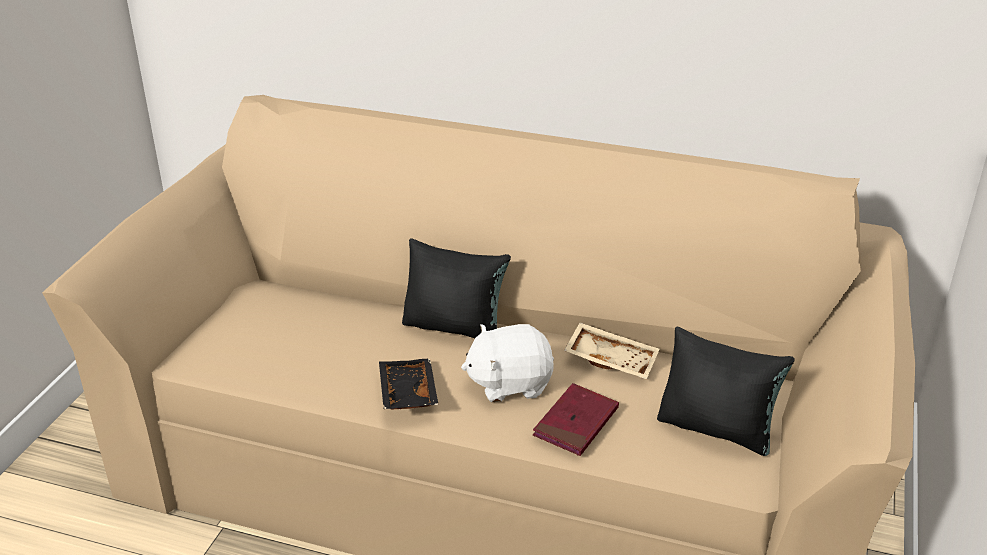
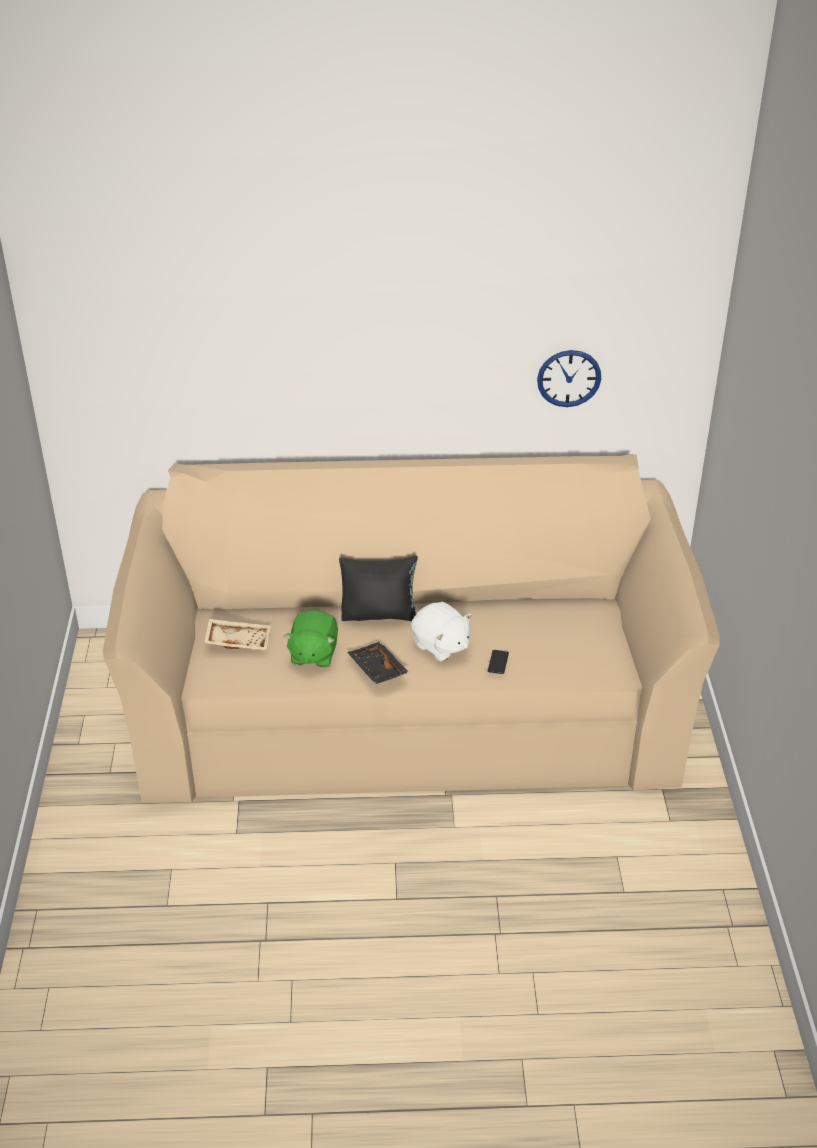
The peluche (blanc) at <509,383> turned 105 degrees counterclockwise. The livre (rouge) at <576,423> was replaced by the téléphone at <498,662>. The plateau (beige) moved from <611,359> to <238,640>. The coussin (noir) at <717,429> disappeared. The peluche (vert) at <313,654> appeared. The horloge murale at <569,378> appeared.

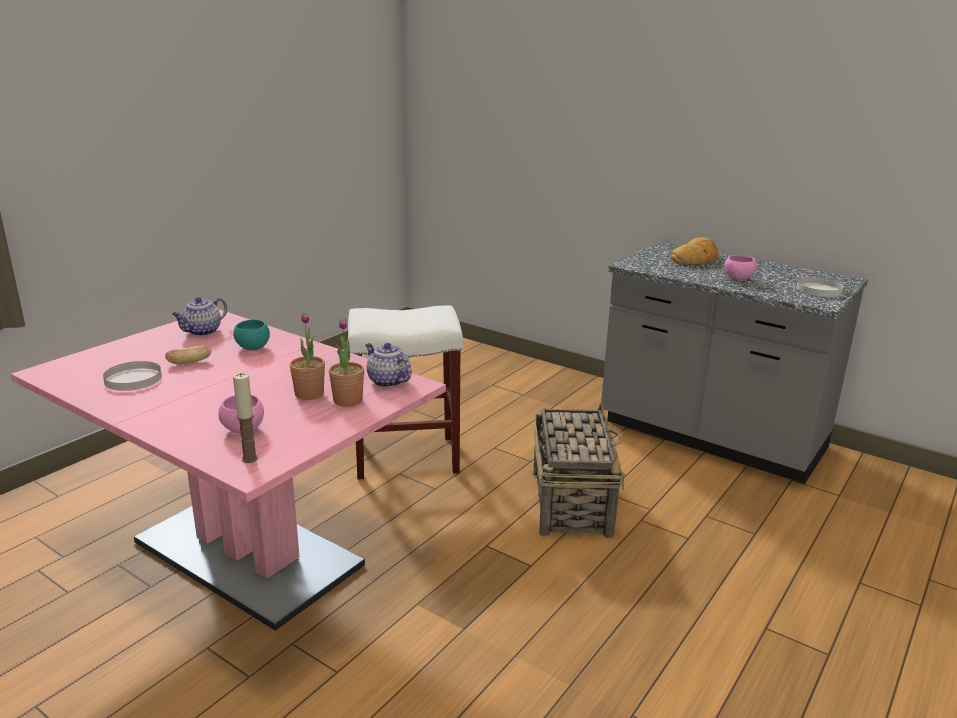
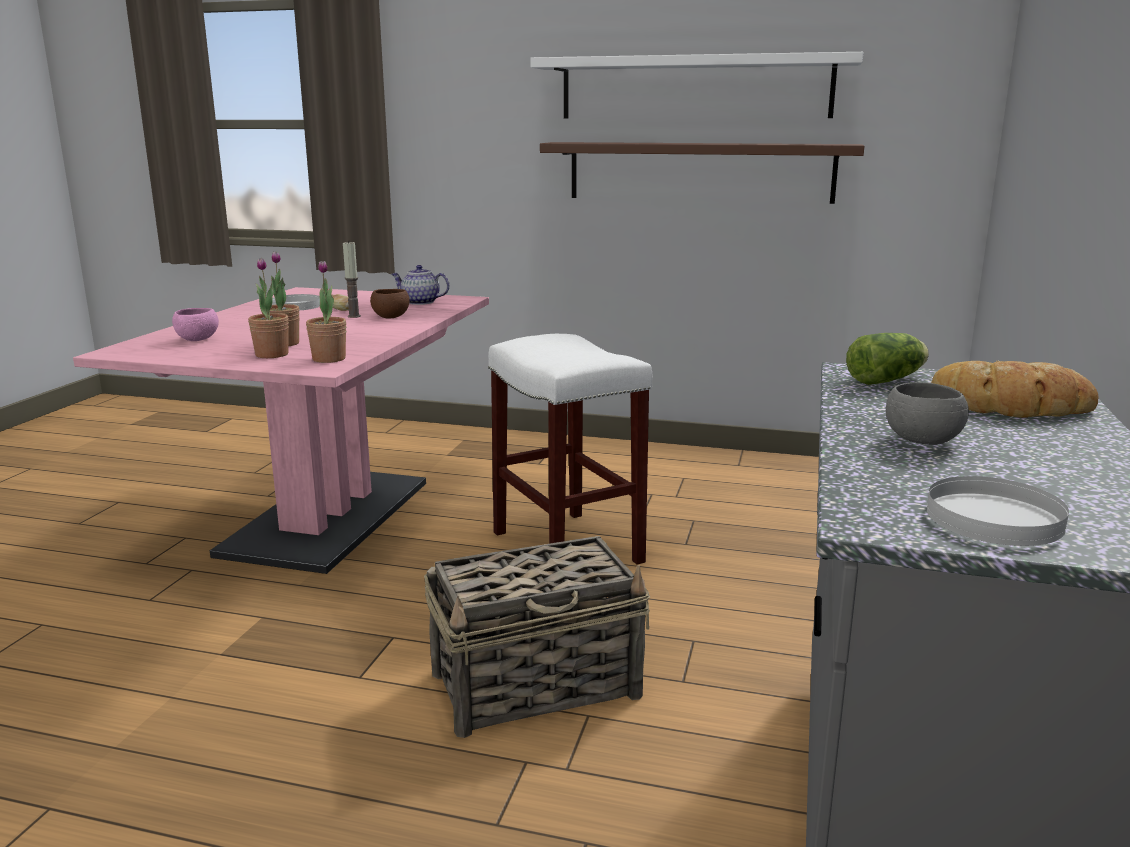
The bol (turquoise) at <253,347> became the bol (marron) at <391,317>. The bougie moved from <249,458> to <354,316>. The théière at <387,381> was replaced by the plante en pot at <329,359>. The bol (rose) at <738,279> became the bol (gris) at <922,441>. The étagère (blanc) at <694,88> appeared. The étagère (marron) at <699,172> appeared. The laitue at <888,380> appeared.

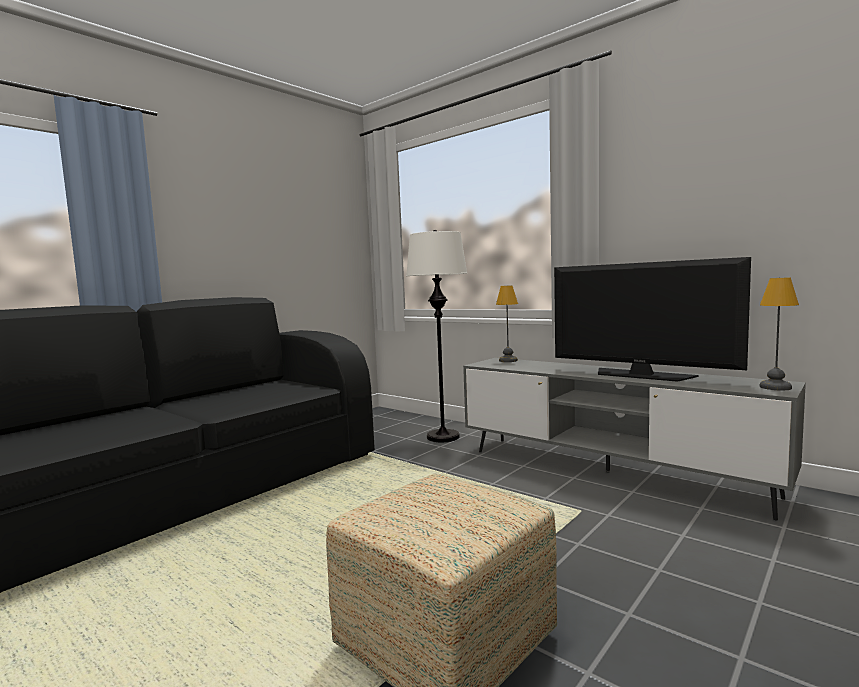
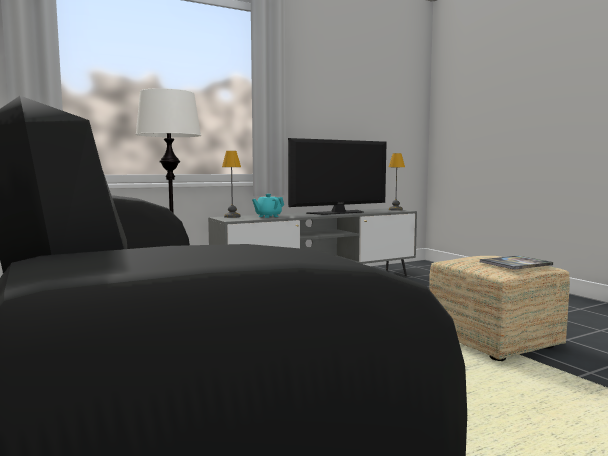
The théière (turquoise) at <268,216> appeared. The livre at <515,264> appeared.

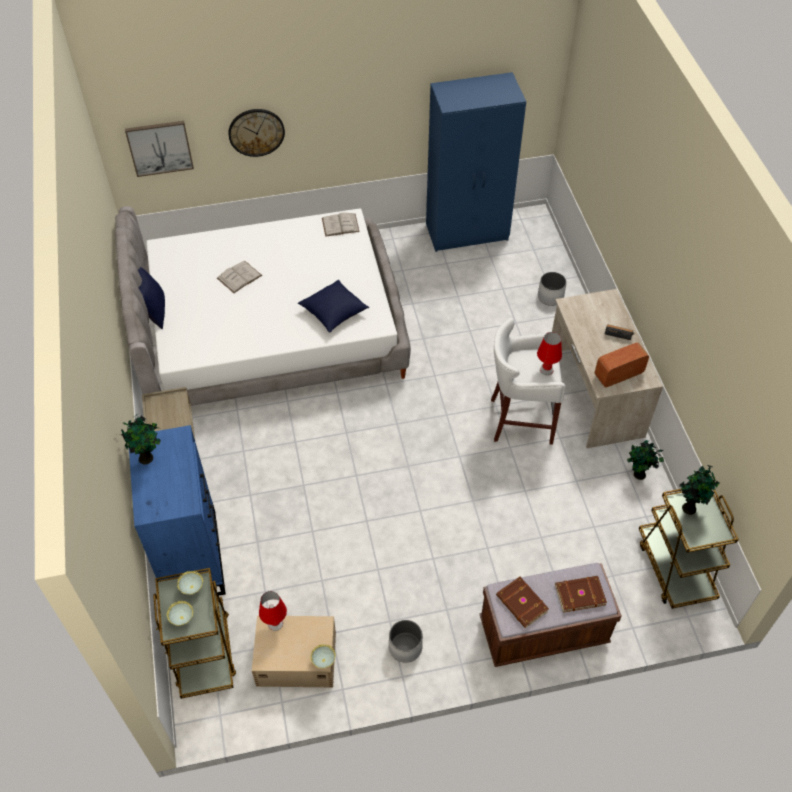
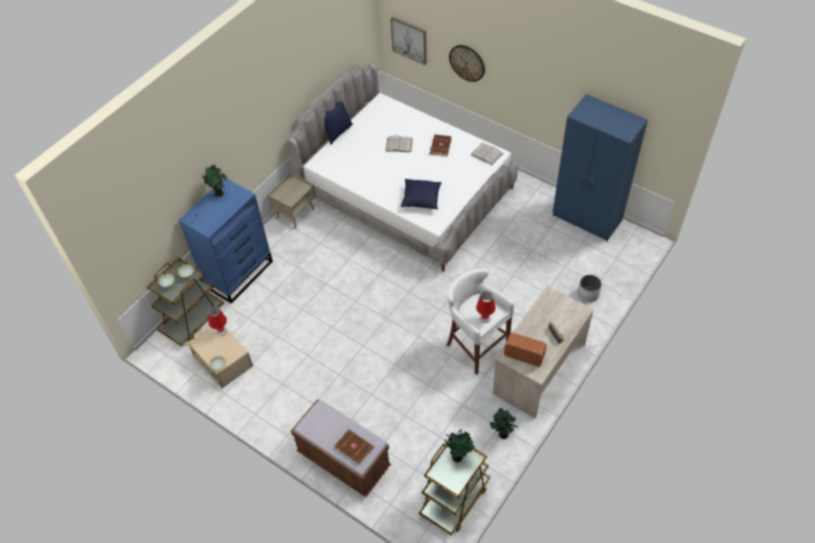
The cache-pot (blanc) at <405,647> disappeared. The livre (marron) moved from <521,604> to <440,146>.

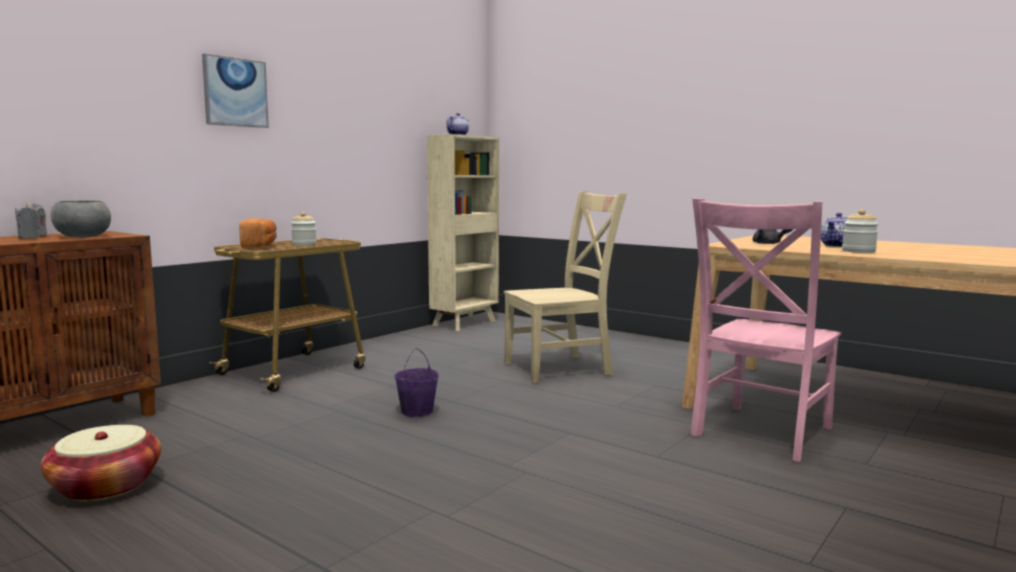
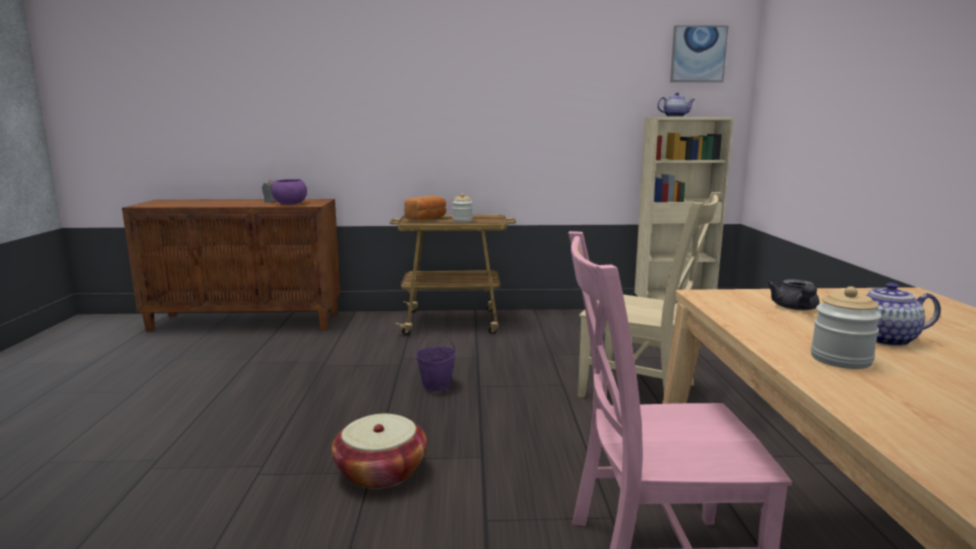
The panier moved from <106,486> to <381,471>. The bol (gris) at <82,237> became the bol (violet) at <290,204>. The tableau moved from <235,92> to <698,54>.

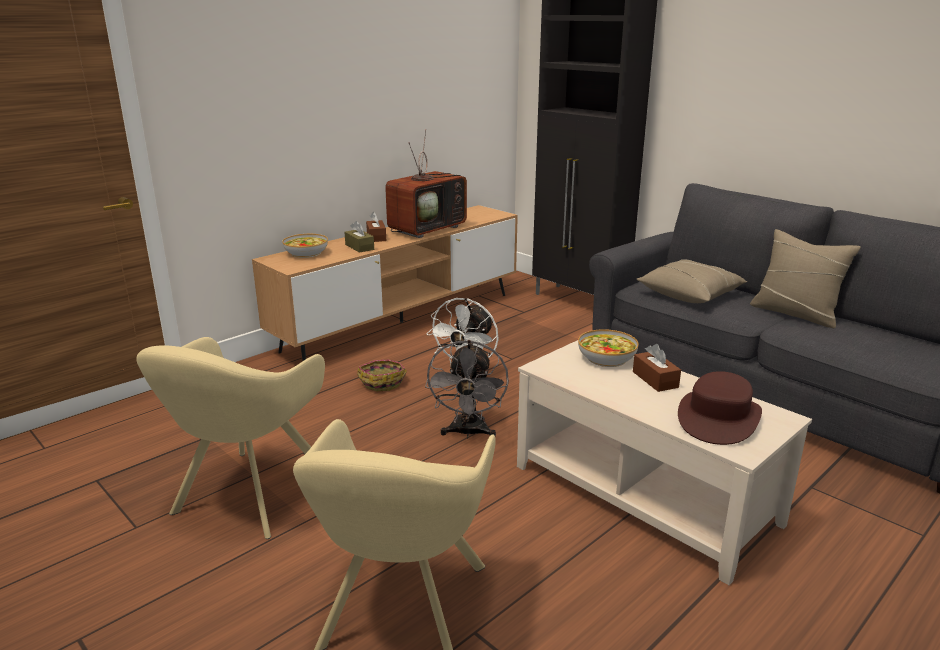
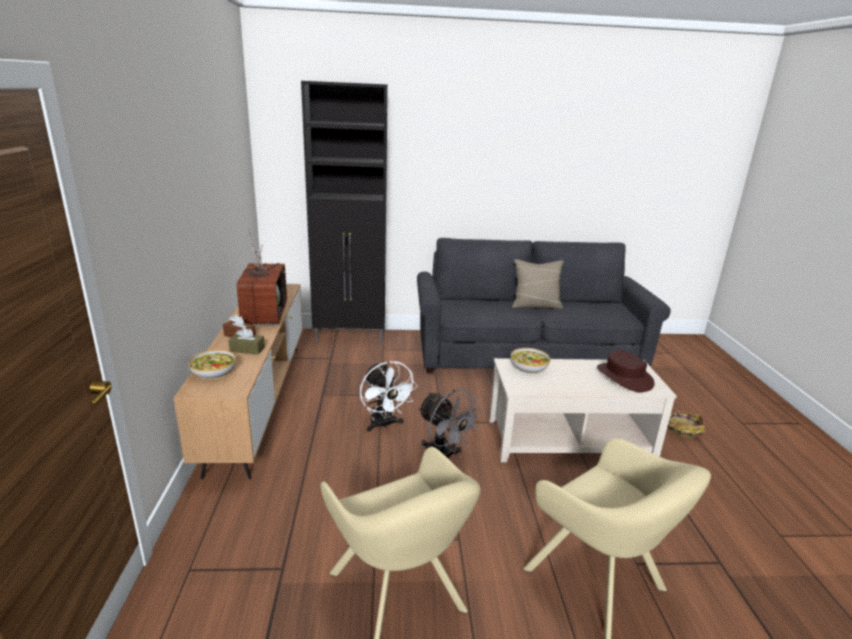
The panier moved from <382,382> to <682,429>. The boîte à mouchoirs (marron) at <655,379> disappeared. The coussin (beige) at <690,294> disappeared.

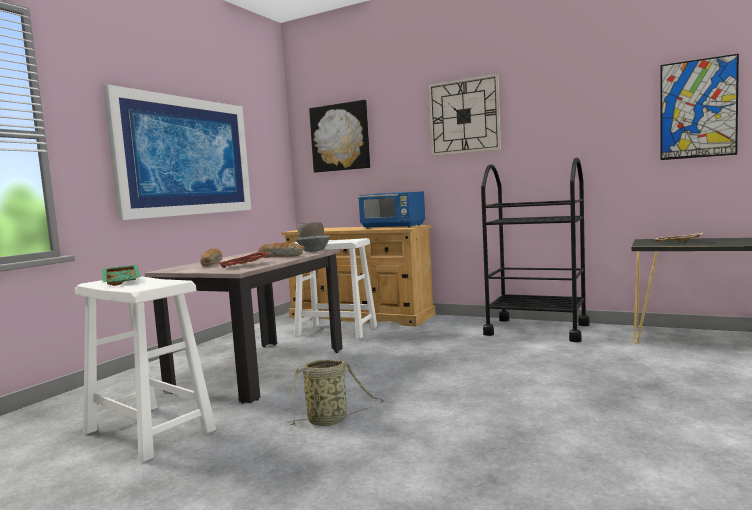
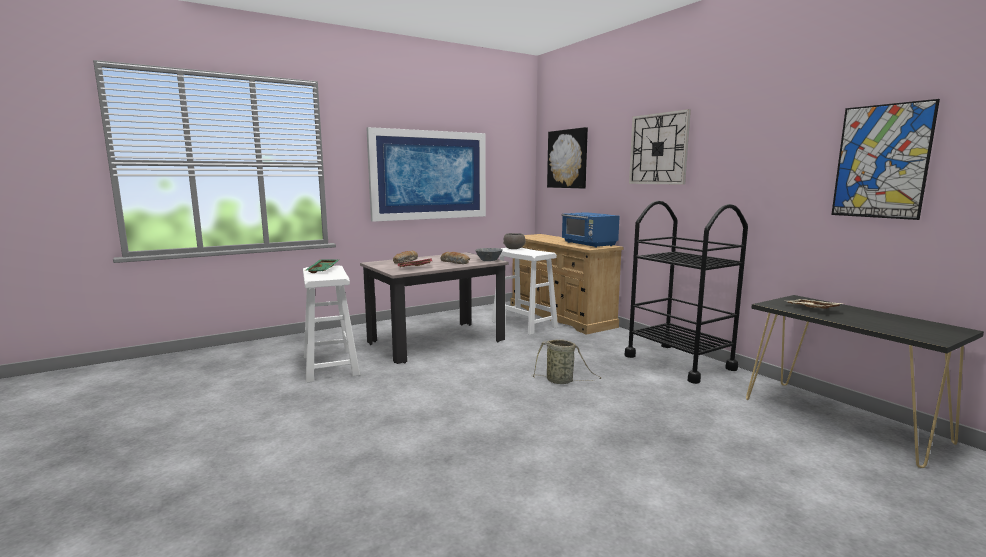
The panier moved from <330,420> to <561,381>.

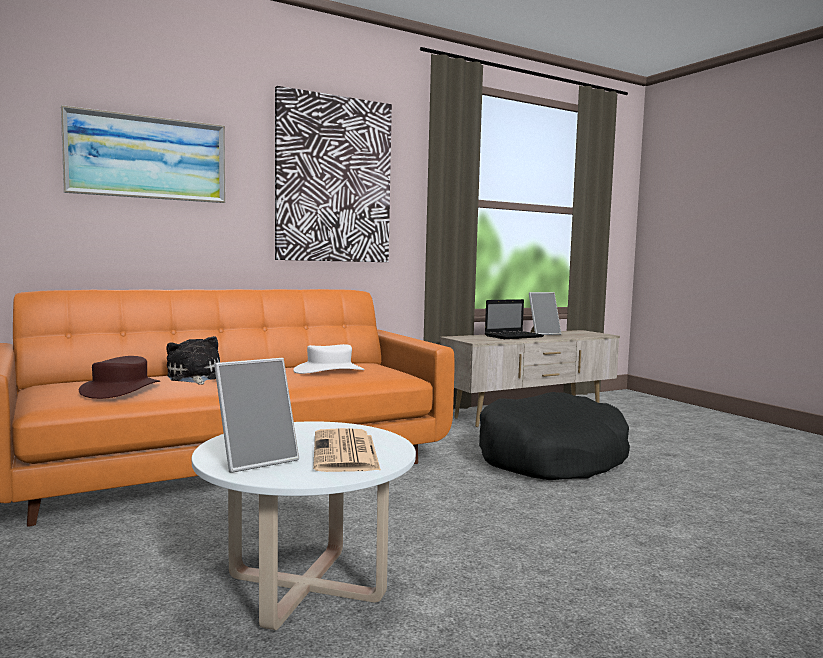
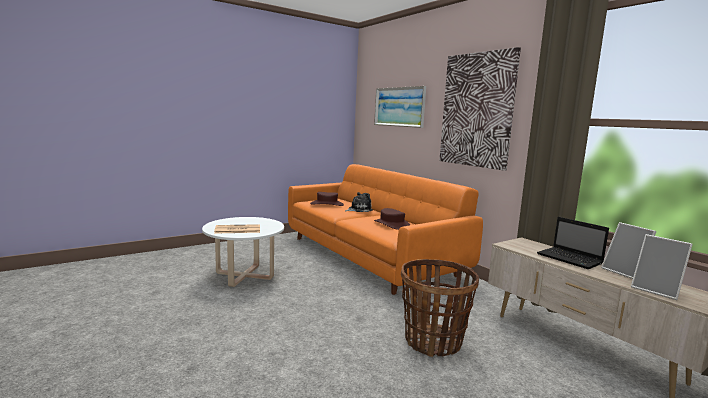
The cadre photo moved from <256,460> to <656,290>. The chapeau (blanc) at <329,370> became the chapeau (marron) at <392,224>. The panier pour chien (noir) at <550,458> was replaced by the panier at <433,341>.

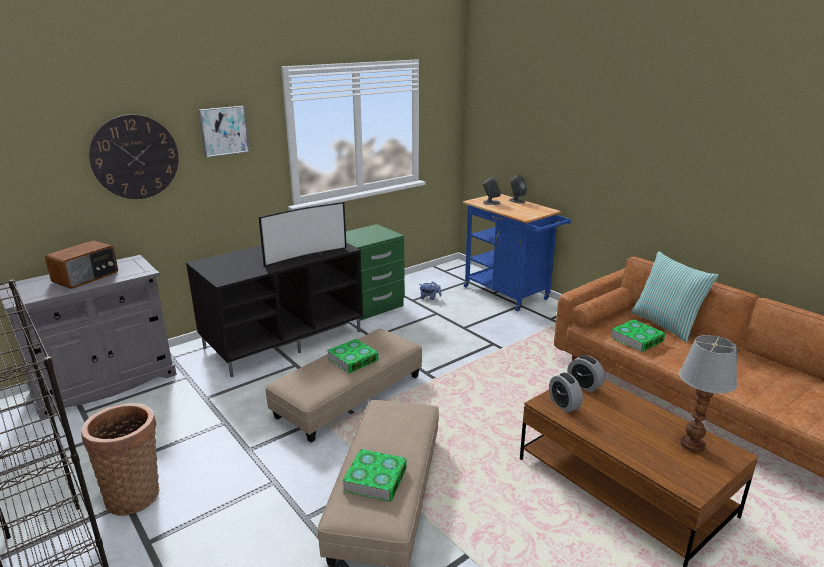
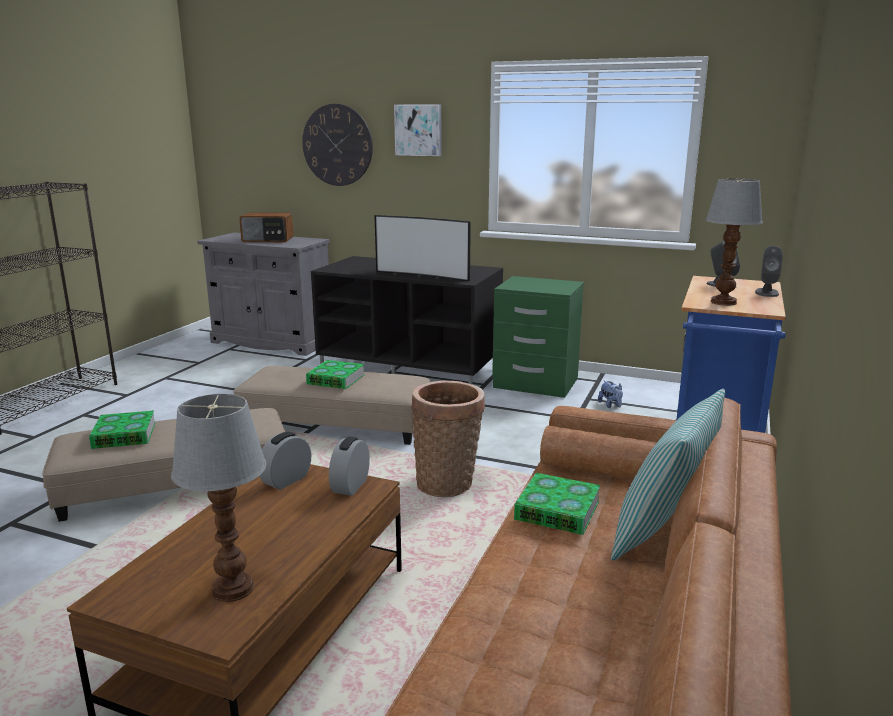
The panier moved from <135,494> to <448,484>. The lampe de table at <723,302> appeared.

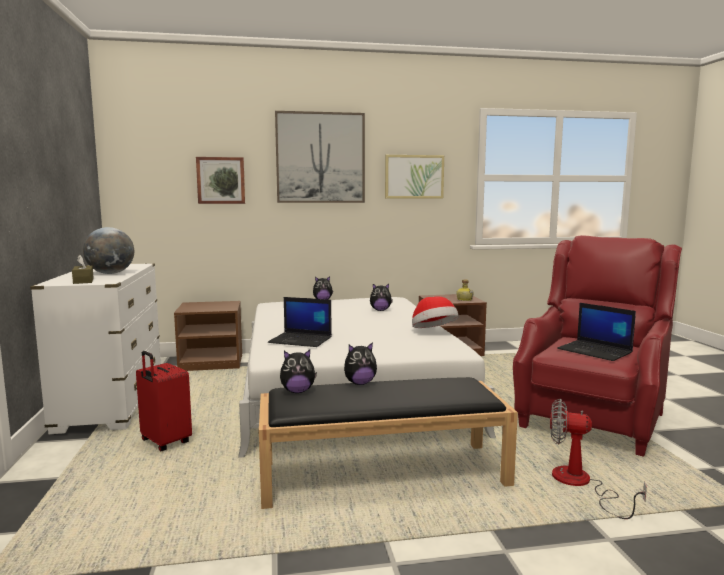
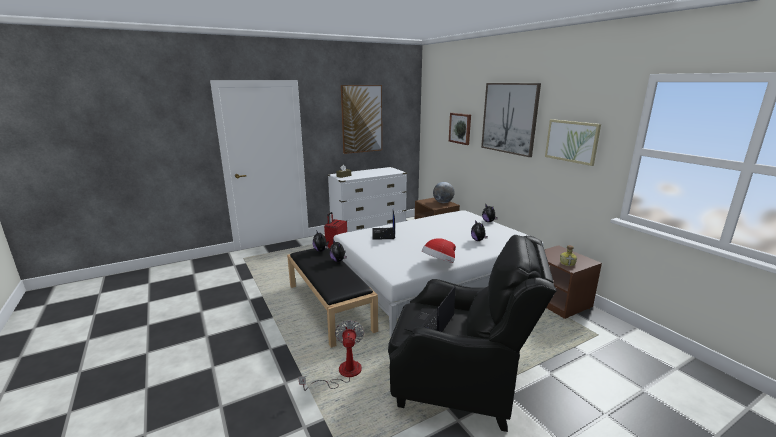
The globe moved from <110,273> to <443,202>. The fauteuil (rouge) at <592,418> became the fauteuil (noir) at <460,383>. The tableau at <361,119> appeared.

